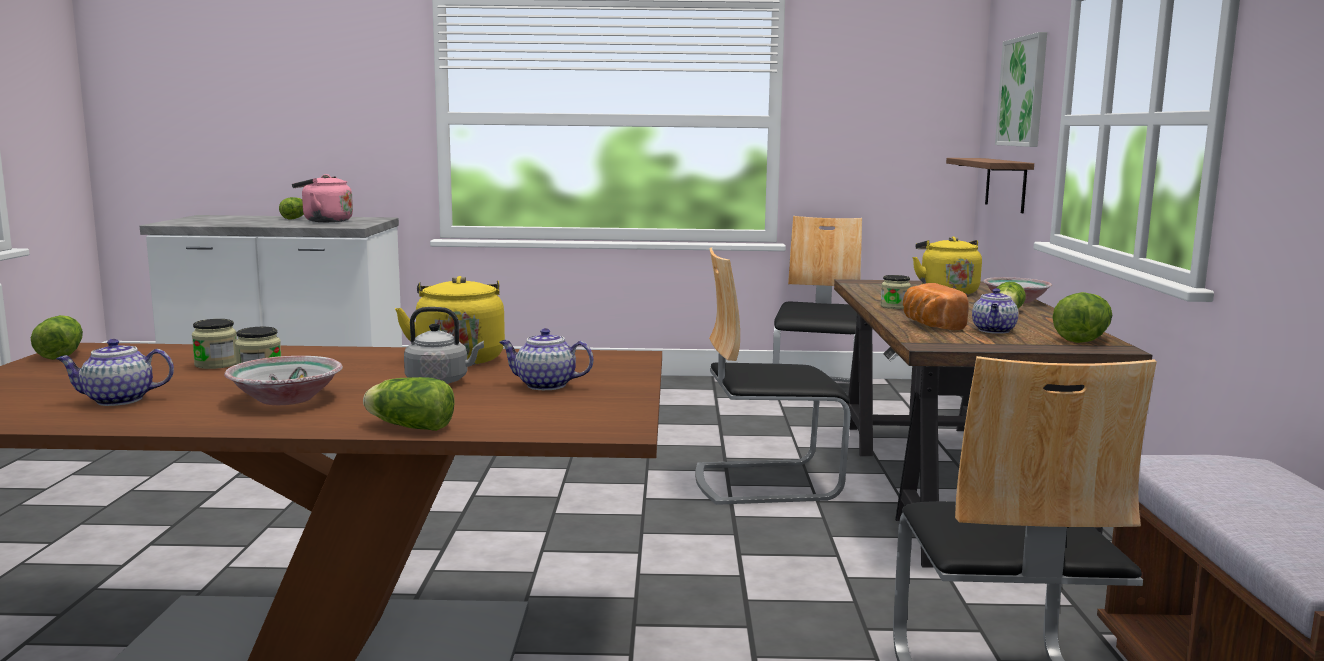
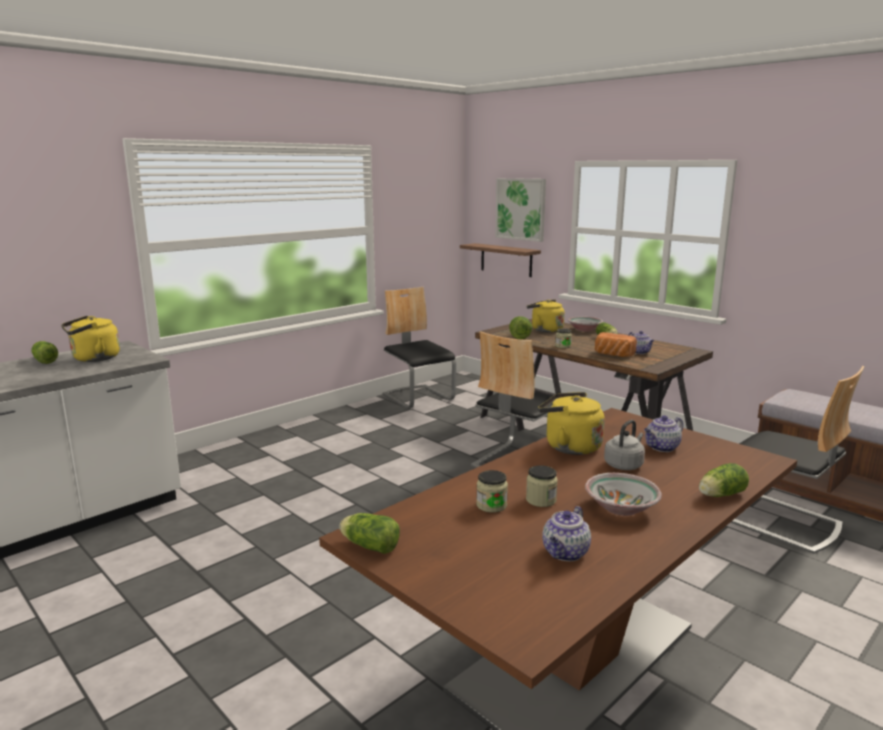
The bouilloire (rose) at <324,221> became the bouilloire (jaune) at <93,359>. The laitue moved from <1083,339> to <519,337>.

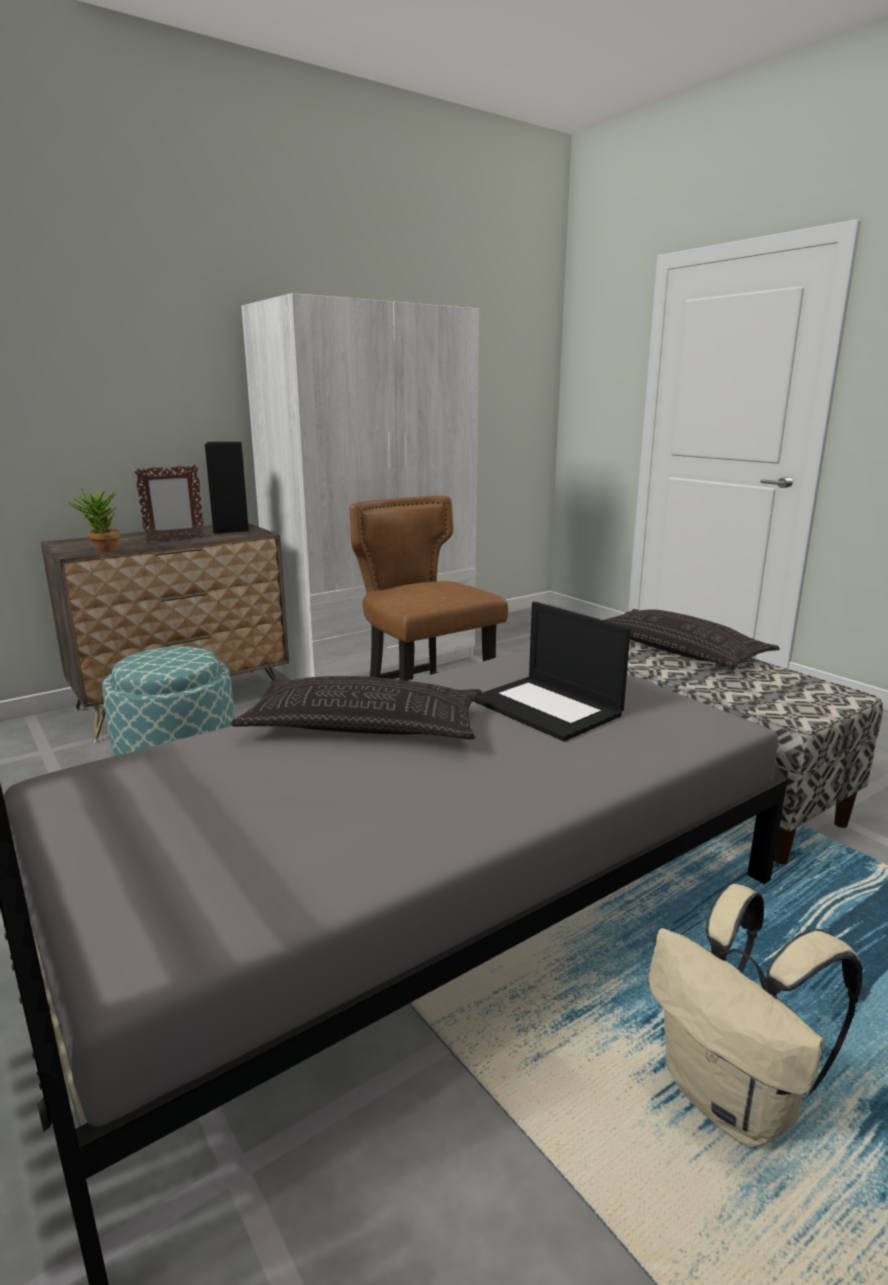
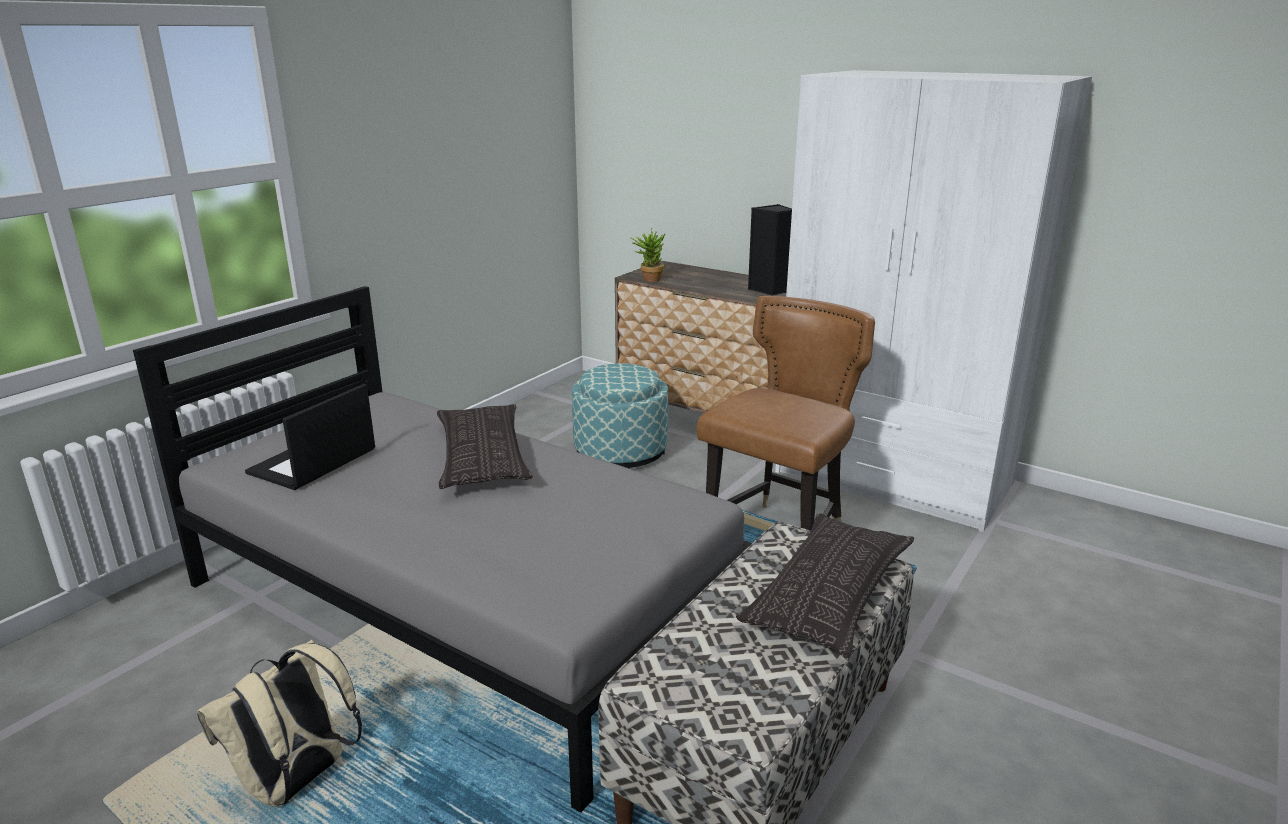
The cadre photo at <175,540> disappeared. The ordinateur portable moved from <548,708> to <312,462>.

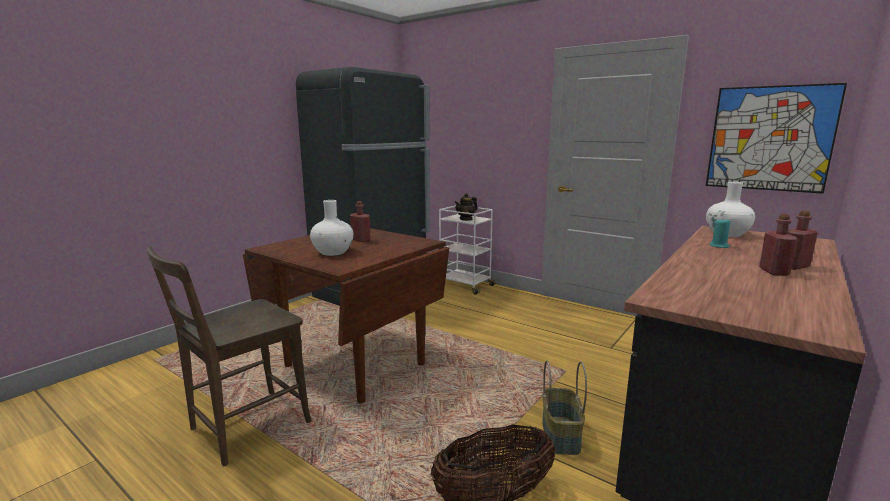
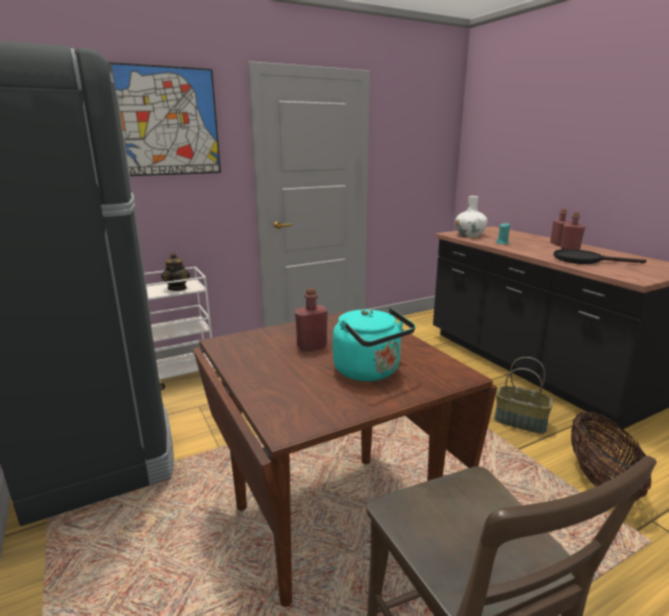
The vase (blanc) at <333,252> was replaced by the bouilloire (turquoise) at <370,372>. The tableau moved from <770,138> to <166,122>. The poêle (noir) at <584,260> appeared.

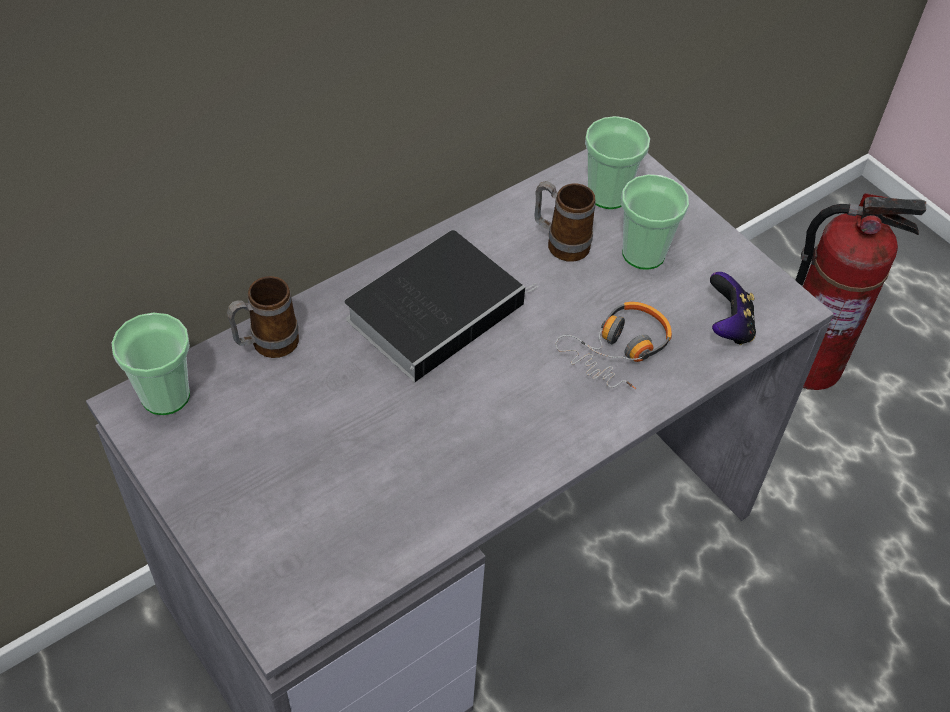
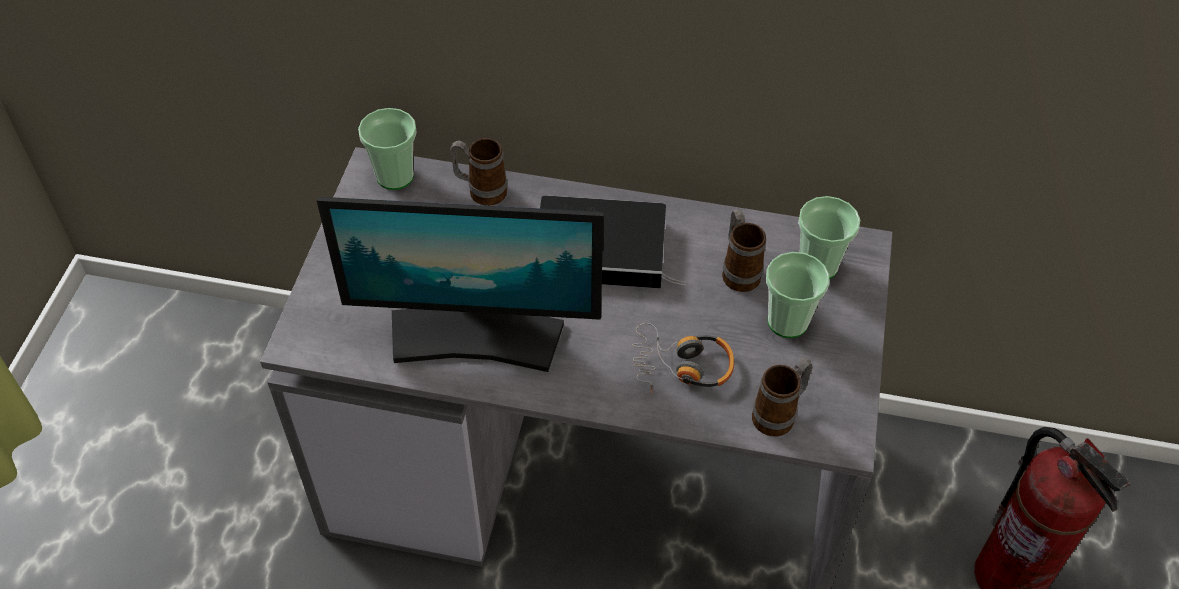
The manette at <728,326> was replaced by the mug at <779,414>. The écran d'ordinateur at <475,335> appeared.

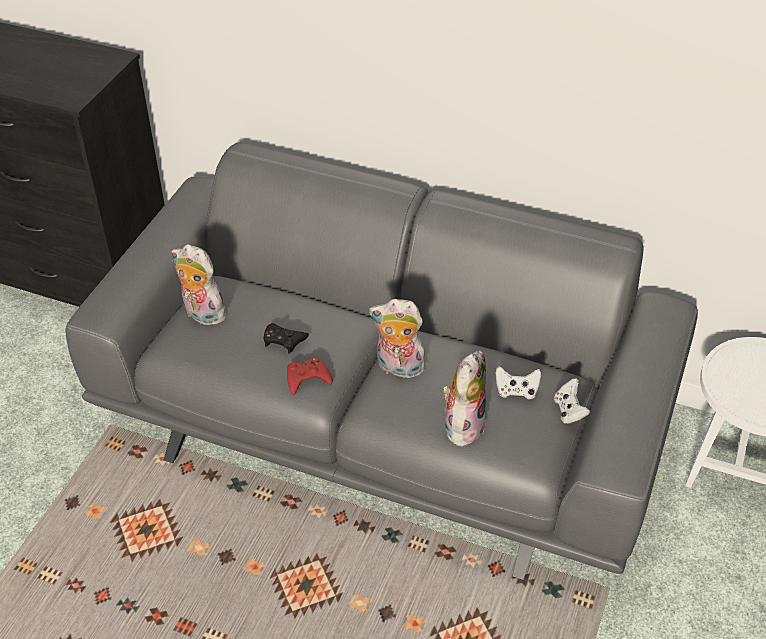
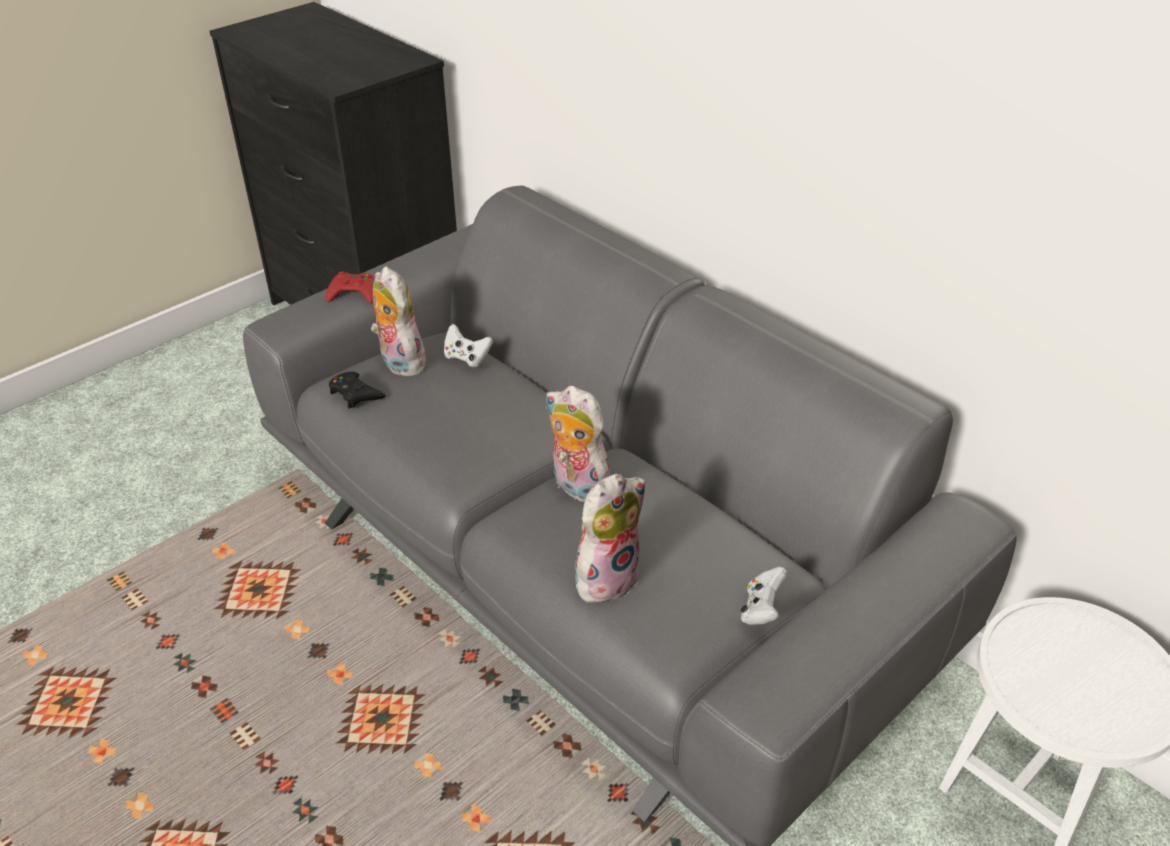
The manette (noir) moved from <284,340> to <355,394>. The manette (rouge) moved from <307,378> to <353,293>. The manette (blanc) moved from <516,391> to <467,358>.

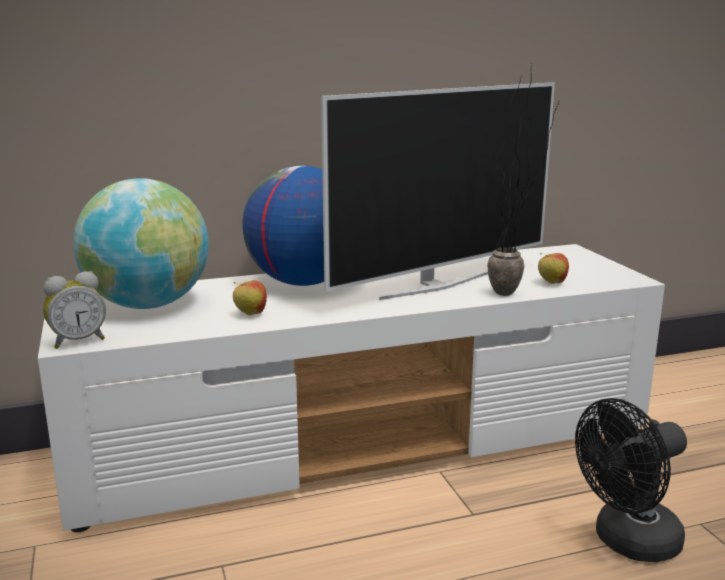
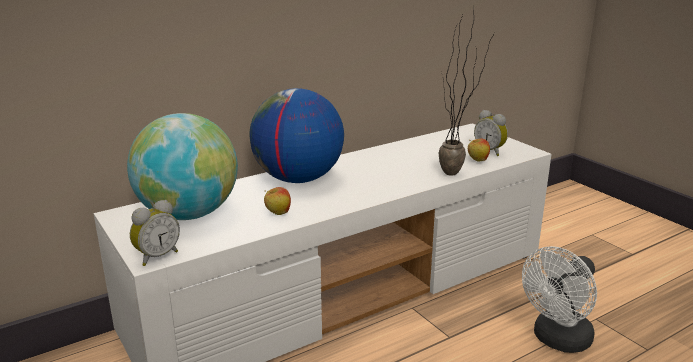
The téléviseur at <435,285> disappeared. The ventilateur (noir) at <627,542> became the ventilateur (blanc) at <557,340>. The réveil at <490,151> appeared.

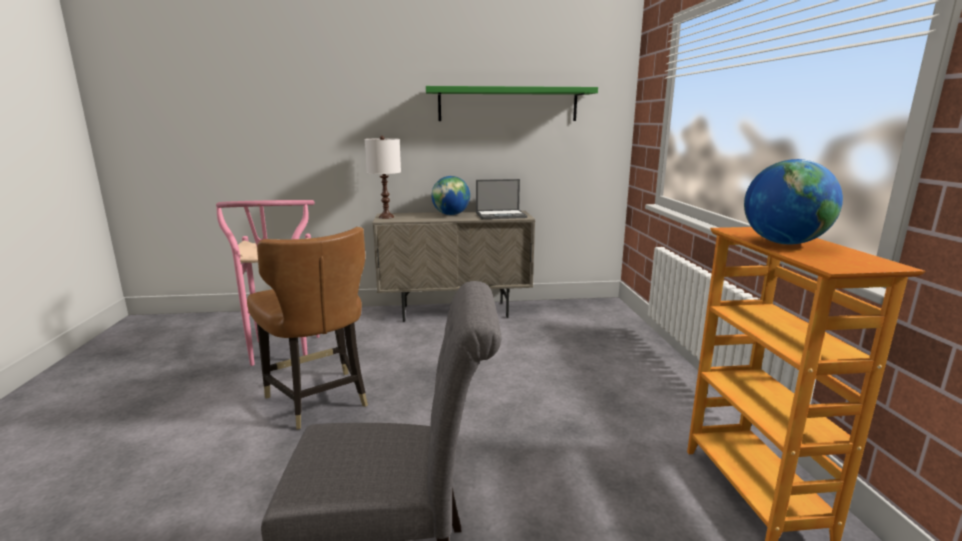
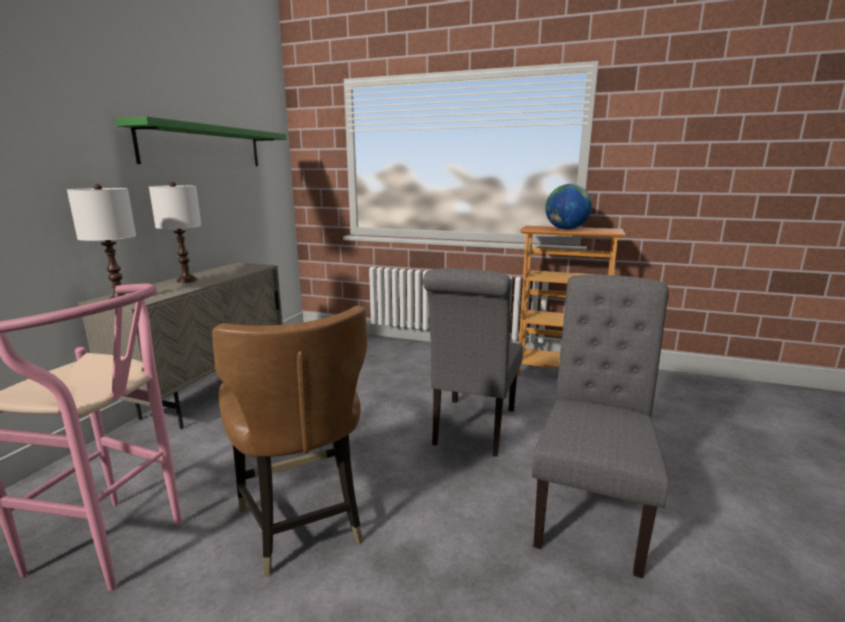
The chaise (marron) at <319,399> turned 75 degrees clockwise. The globe at <451,215> was replaced by the lampe de table (blanc) at <187,280>. The ordinateur portable at <501,215> disappeared. The chaise (gris) at <472,429> appeared.

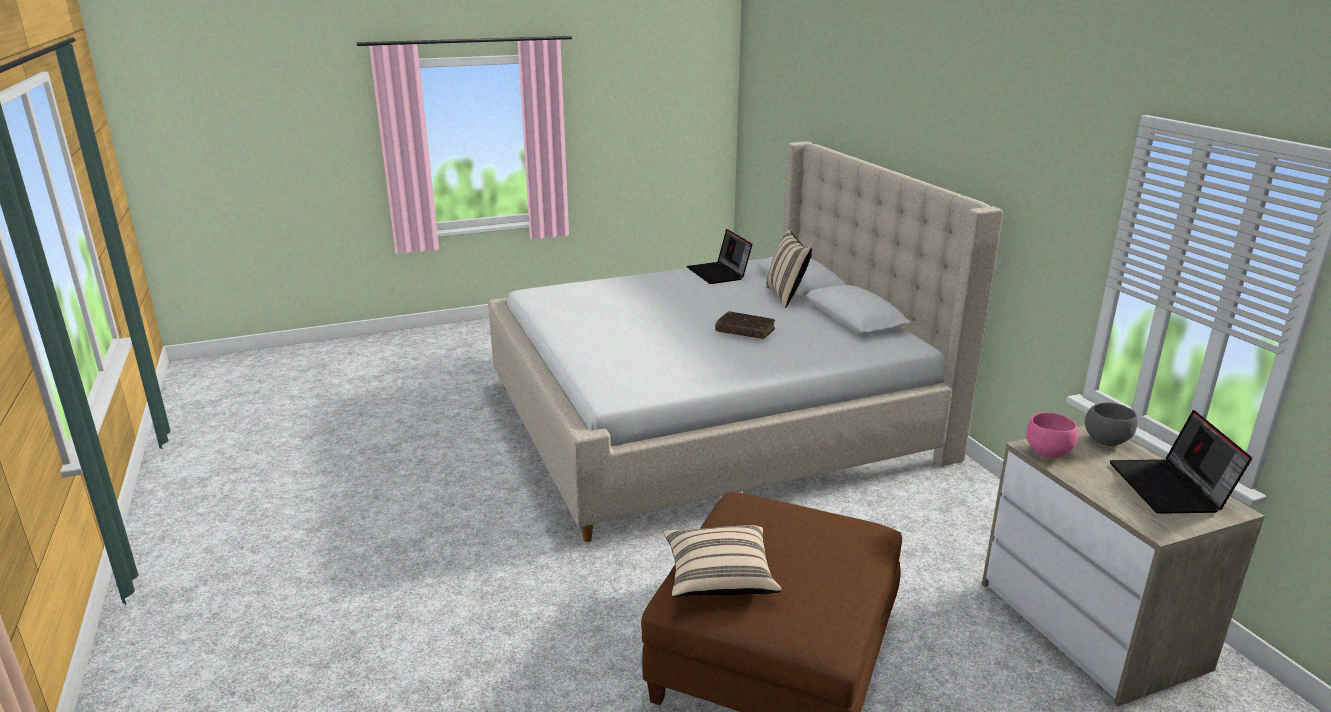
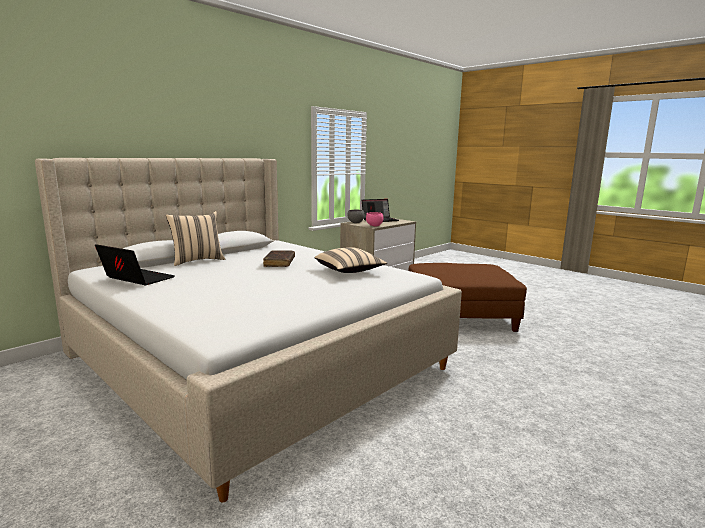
The coussin (beige) moved from <719,578> to <349,271>. The ordinateur portable at <719,273> turned 105 degrees counterclockwise.

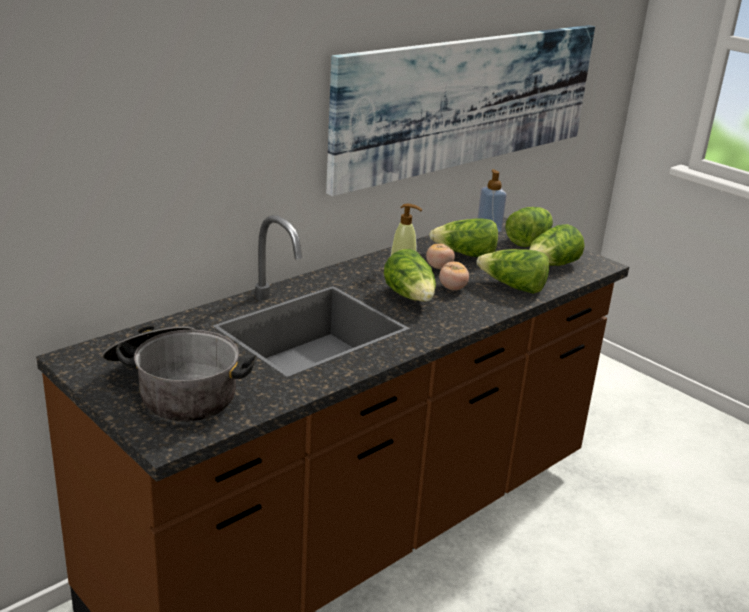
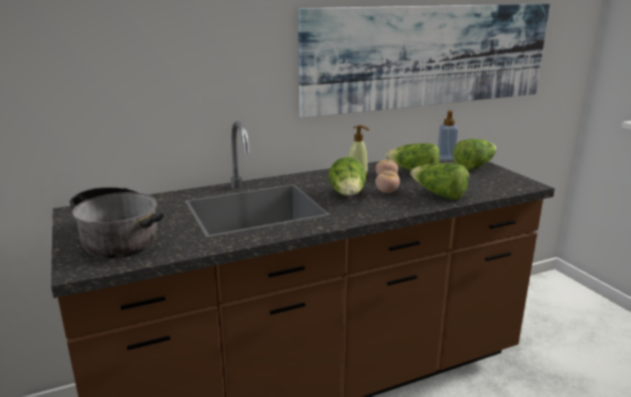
The laitue at <552,266> disappeared.

